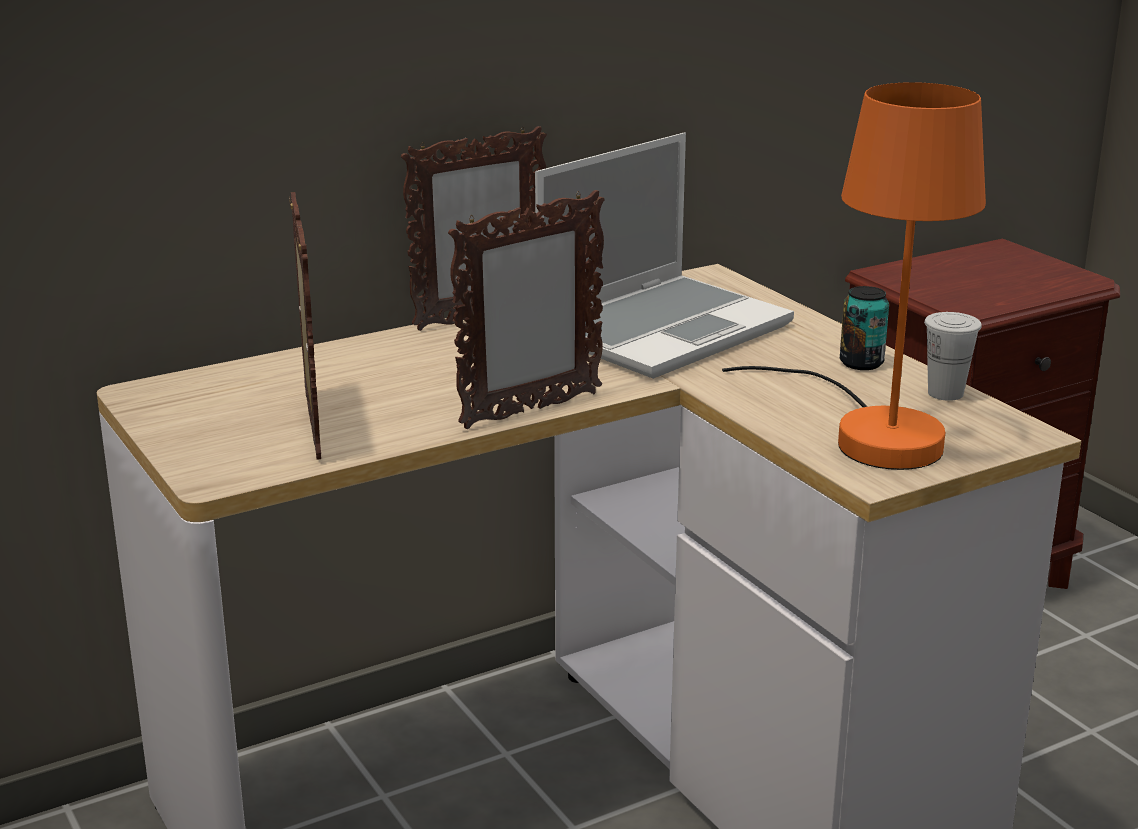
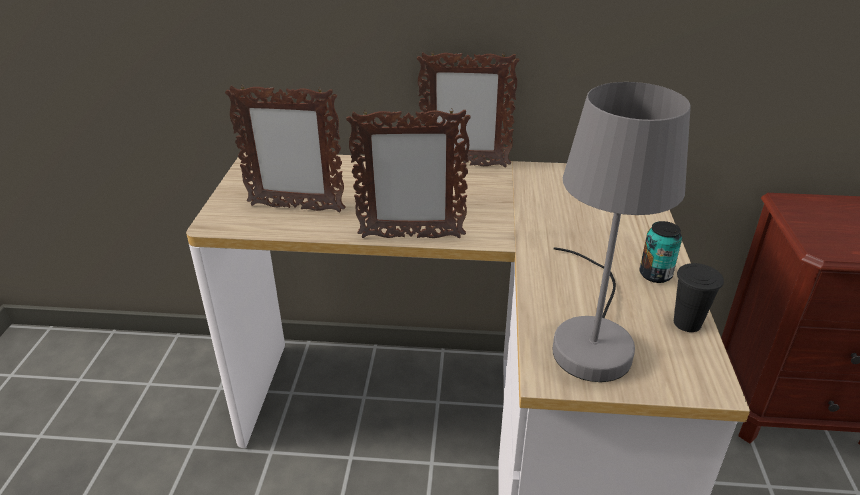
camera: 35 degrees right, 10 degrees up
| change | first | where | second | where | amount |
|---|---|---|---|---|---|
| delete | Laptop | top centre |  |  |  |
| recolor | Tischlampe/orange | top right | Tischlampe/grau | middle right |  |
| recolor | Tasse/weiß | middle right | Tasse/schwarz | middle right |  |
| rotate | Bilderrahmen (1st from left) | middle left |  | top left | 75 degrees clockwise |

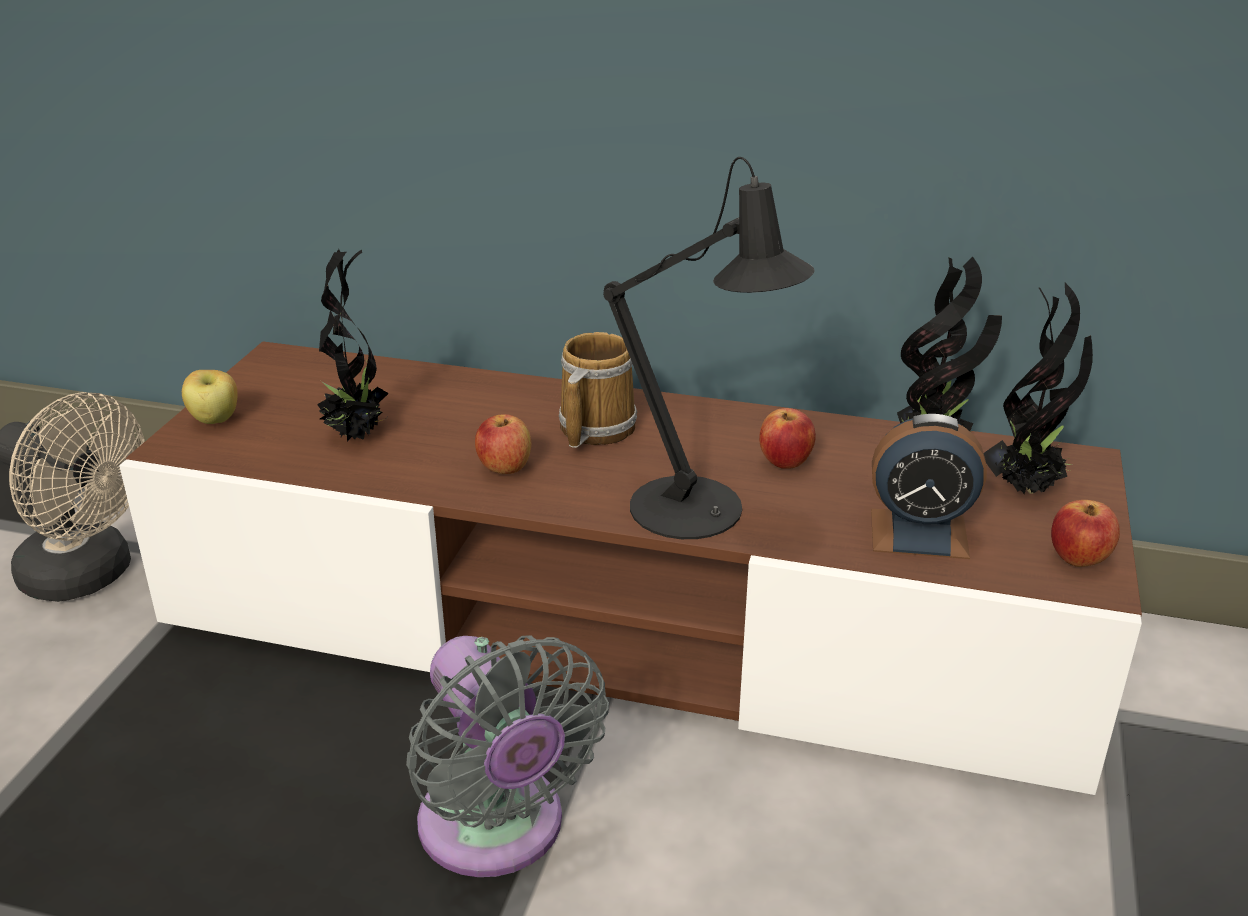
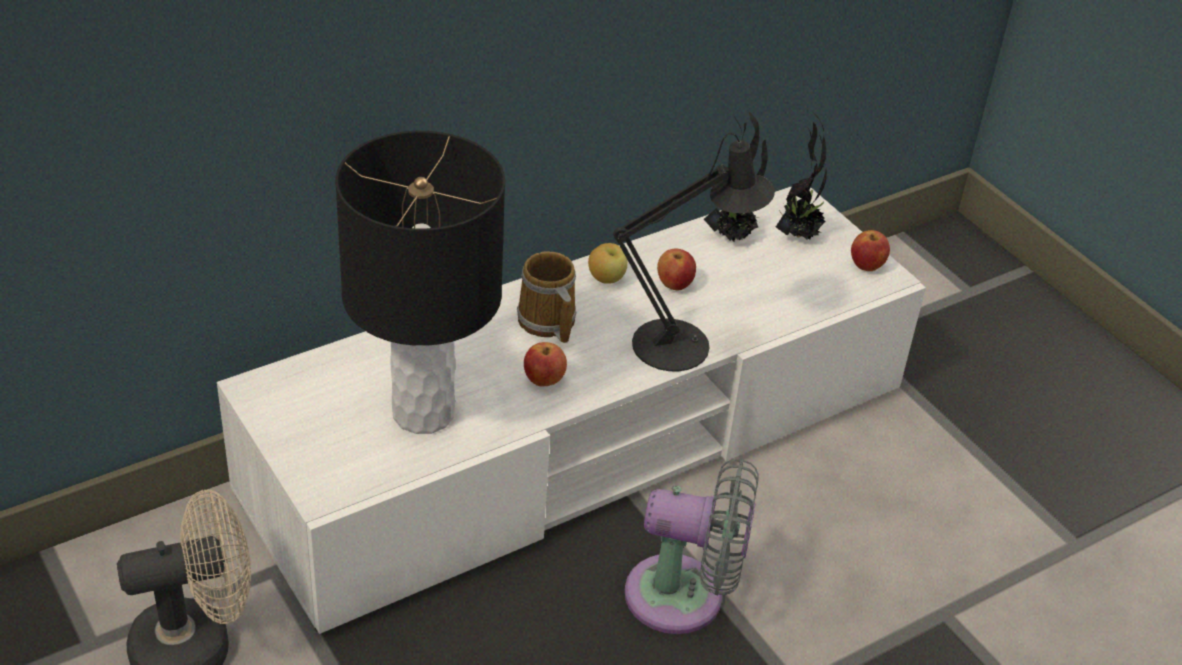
camera: 50 degrees left, 10 degrees up
| change | first | where | second | where | amount |
|---|---|---|---|---|---|
| delete | Wecker | middle right |  |  |  |
| move | Apfel (1st from left in the first image) | middle left | Apfel (2nd from left) | centre |  |
| replace | Topfpflanze (1st from left) | middle left | Tischlampe/schwarz (1st from left) | centre |  |
| recolor | Fernsehschrank/braun | centre | Fernsehschrank/weiß | centre |  |

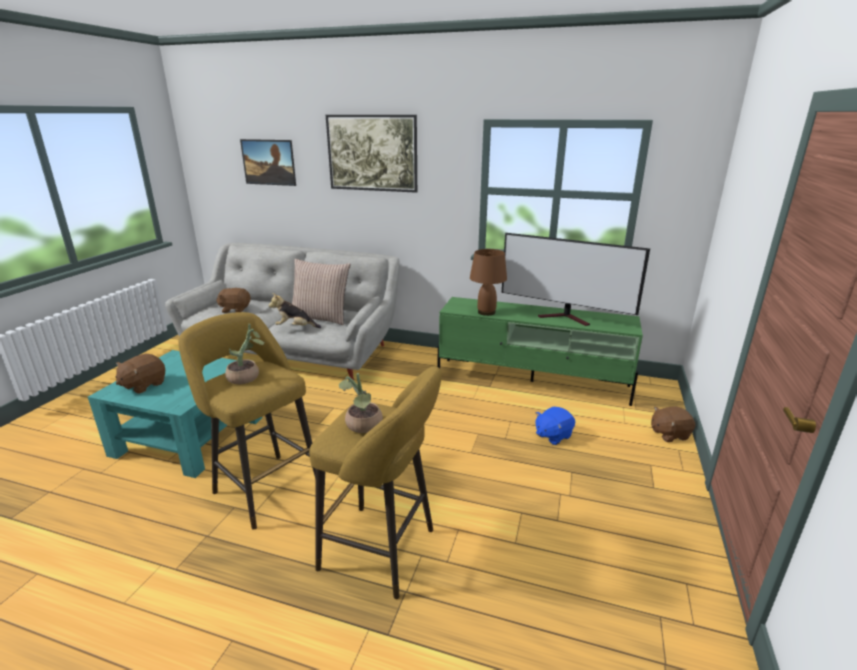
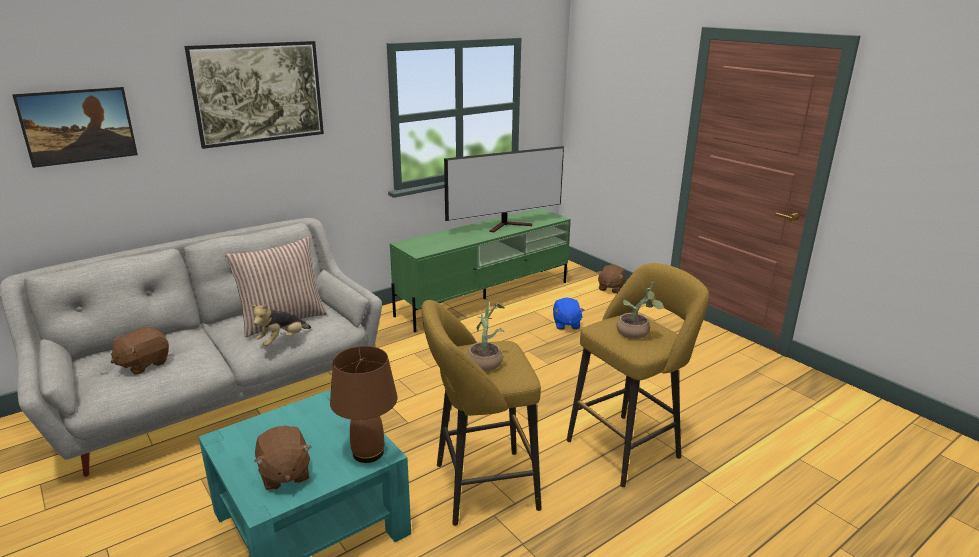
camera: 55 degrees left, 0 degrees up
| change | first | where | second | where | amount |
|---|---|---|---|---|---|
| move | Tischlampe/braun | centre |  | bottom centre |  |

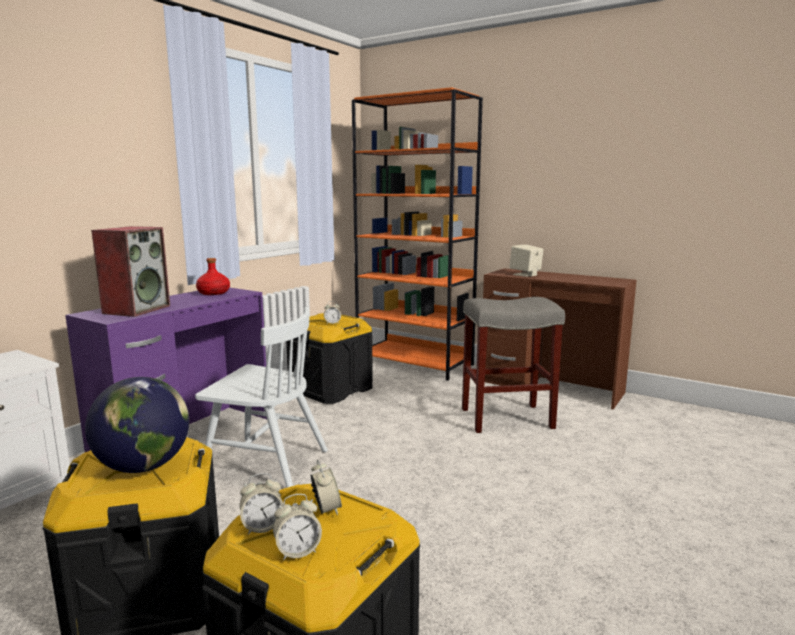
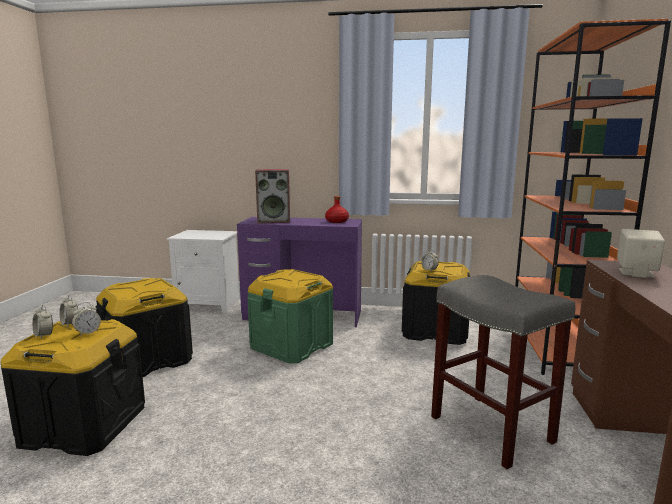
camera: 65 degrees right, 0 degrees up
| change | first | where | second | where | amount |
|---|---|---|---|---|---|
| delete | Globus | bottom left |  |  |  |
| replace | Stuhl/weiß | middle left | Aufbewahrungsbox/grün | centre |  |

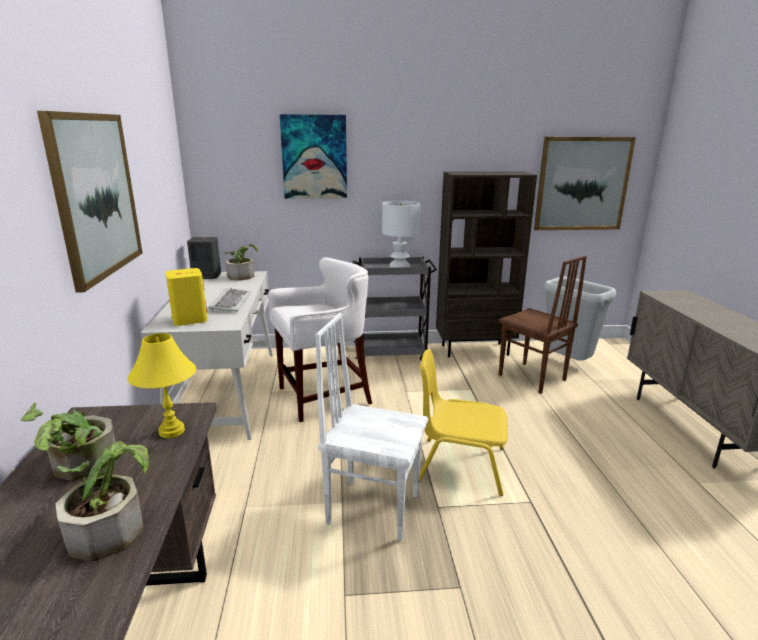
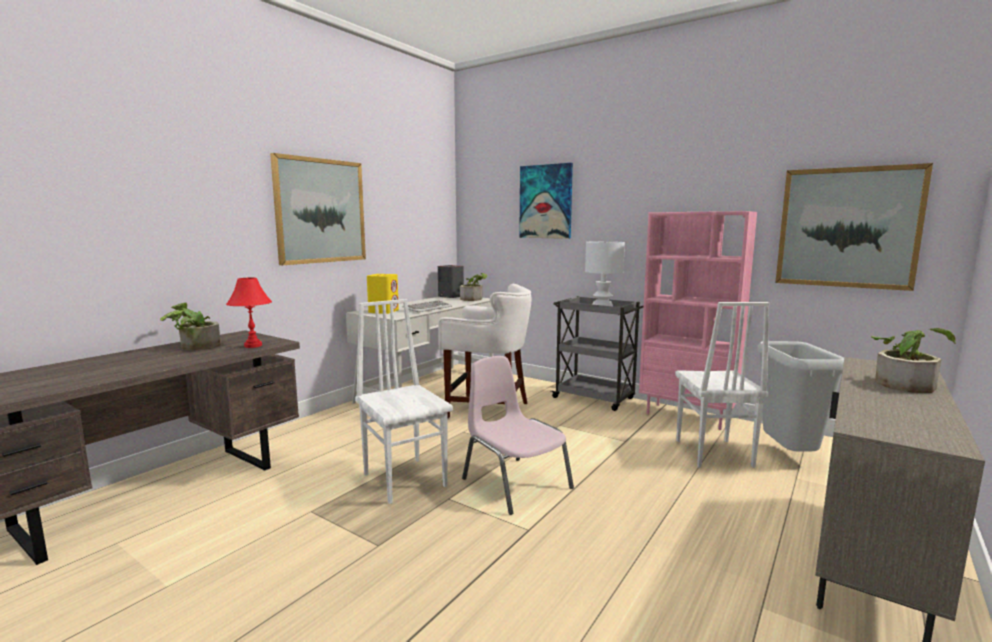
camera: 40 degrees right, 10 degrees down
| change | first | where | second | where | amount |
|---|---|---|---|---|---|
| move | Topfpflanze (2nd from left in the first image) | bottom left | Topfpflanze (3rd from left) | middle right |  |
| recolor | Tischlampe/gelb | middle left | Tischlampe/rot | middle left |  |
| recolor | Stuhl/gelb | centre | Stuhl/rosa | bottom centre |  |
| recolor | Bücherregal/braun | centre | Bücherregal/rosa | middle right |  |
| recolor | Stuhl/braun | middle right | Stuhl/weiß (2nd from left) | middle right |  |

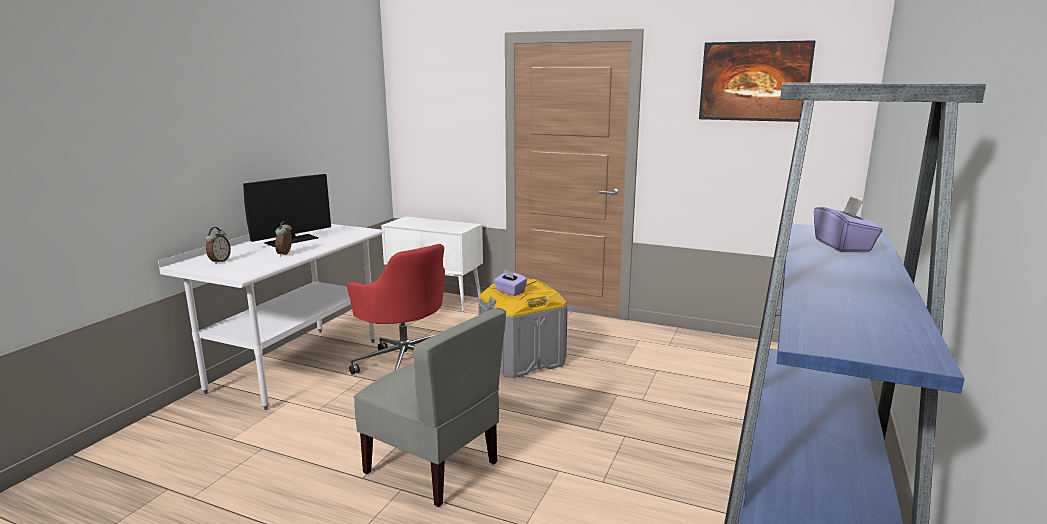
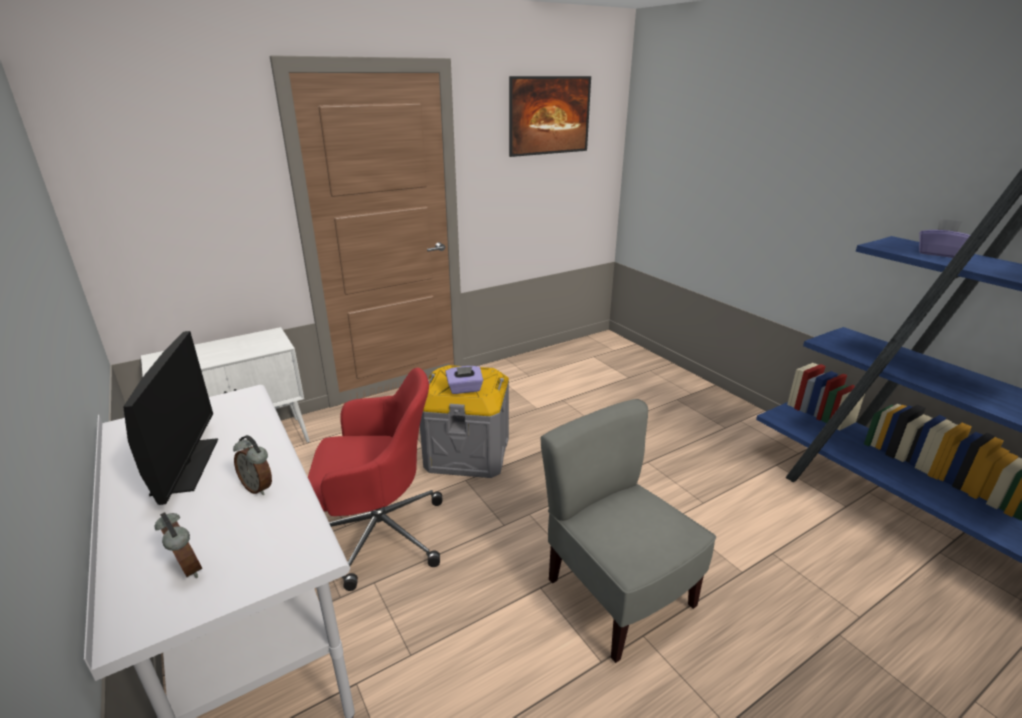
camera: 55 degrees left, 10 degrees up
| change | first | where | second | where | amount |
|---|---|---|---|---|---|
| rotate | Stuhl/grau | bottom centre |  | bottom centre | 105 degrees counterclockwise |

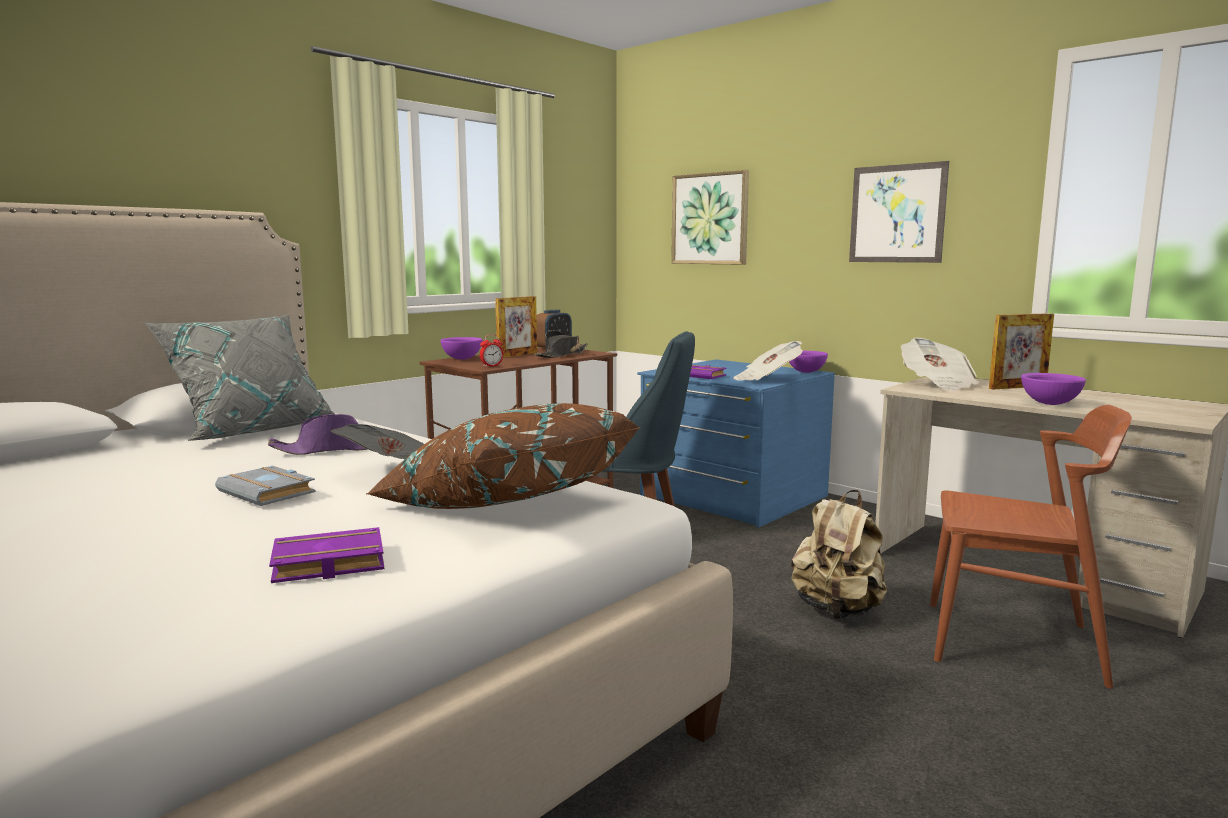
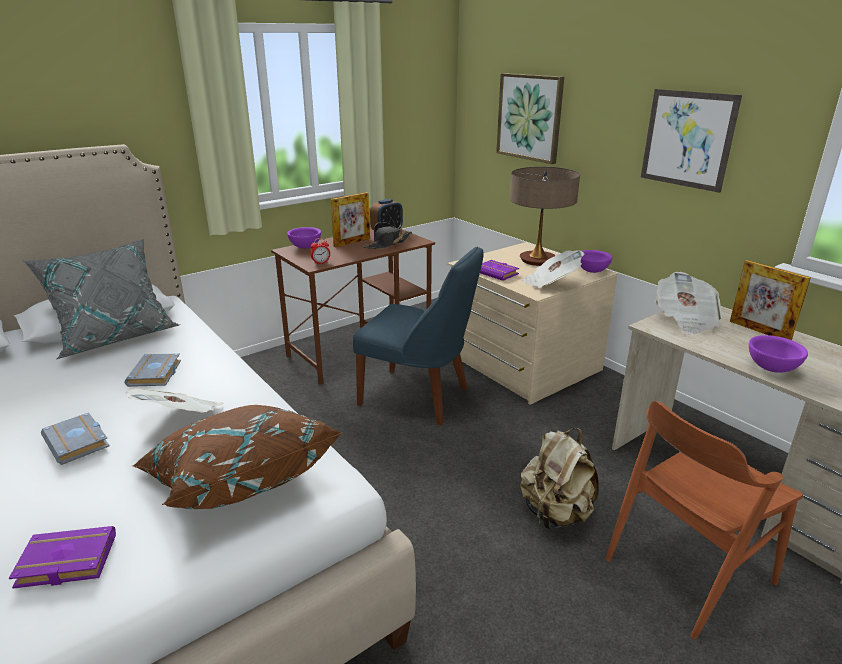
camera: 10 degrees right, 15 degrees up
| change | first | where | second | where | amount |
|---|---|---|---|---|---|
| insert |  |  | Tischlampe | top centre |  |
| replace | Hut/lila | middle left | Buch/grau (2nd from left) | middle left |  |
| recolor | Kommode/blau | centre | Kommode/beige | centre |  |
| rotate | Stuhl/braun | bottom right |  | bottom right | 120 degrees clockwise |
| rotate | Bilderrahmen (2nd from left) | middle right |  | middle right | 60 degrees clockwise |

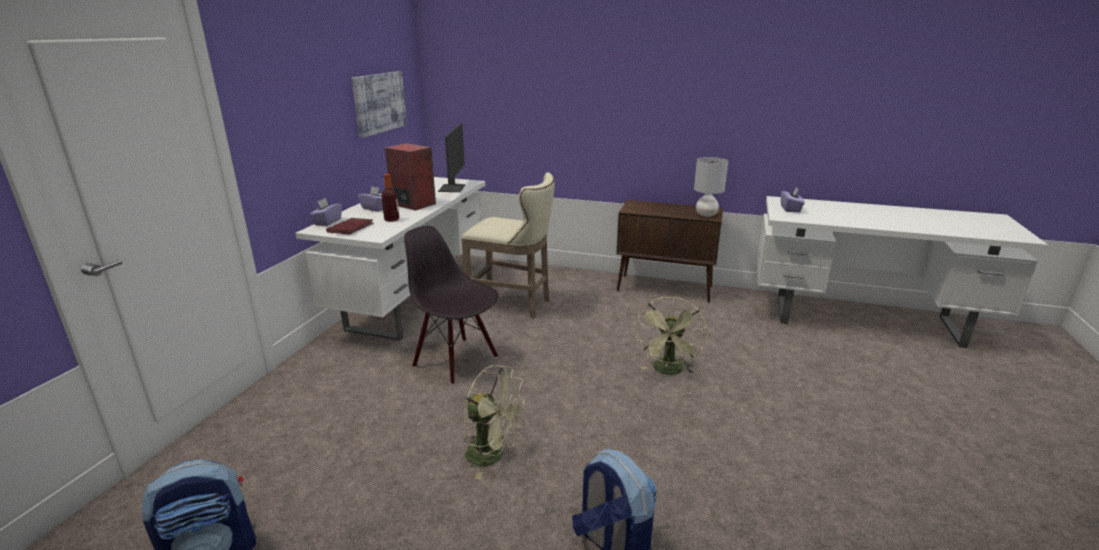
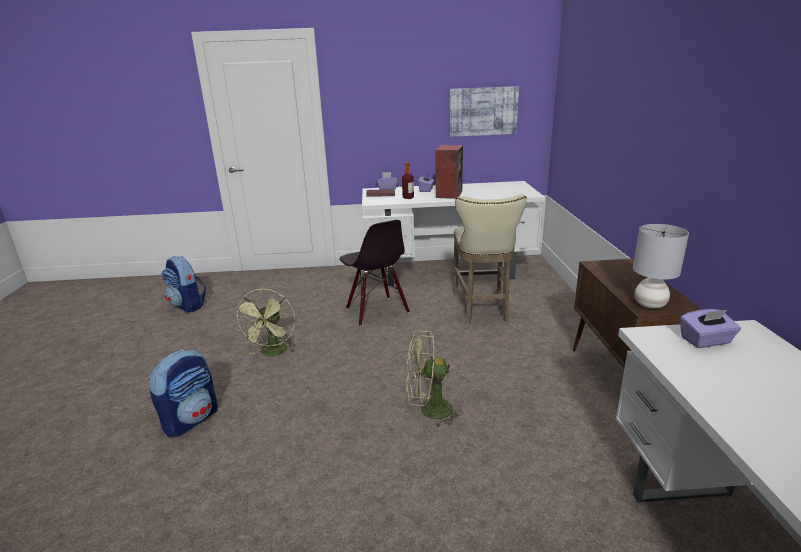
camera: 70 degrees right, 0 degrees up
| change | first | where | second | where | amount |
|---|---|---|---|---|---|
| delete | Monitor | top centre |  |  |  |
| rotate | Stuhl/schwarz | centre |  | centre | 135 degrees clockwise |

